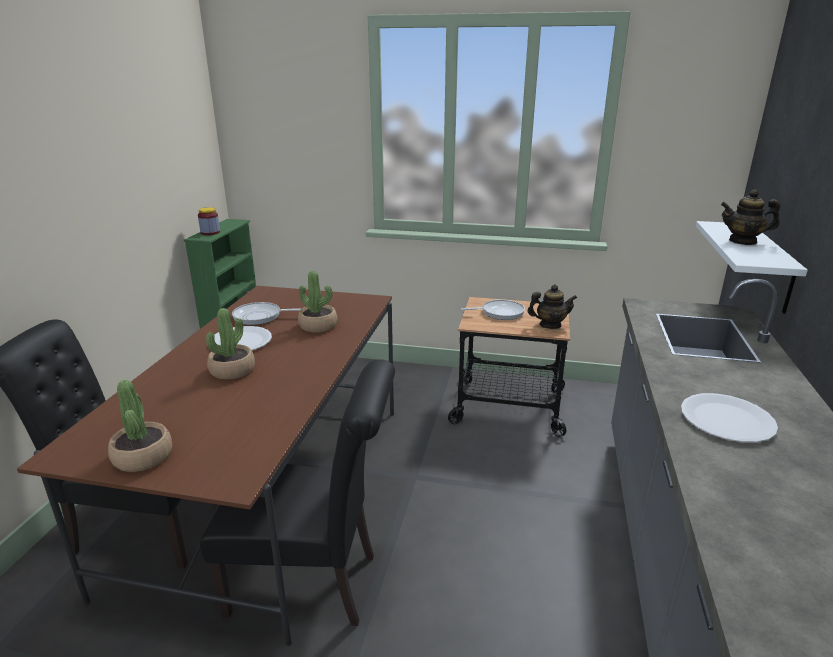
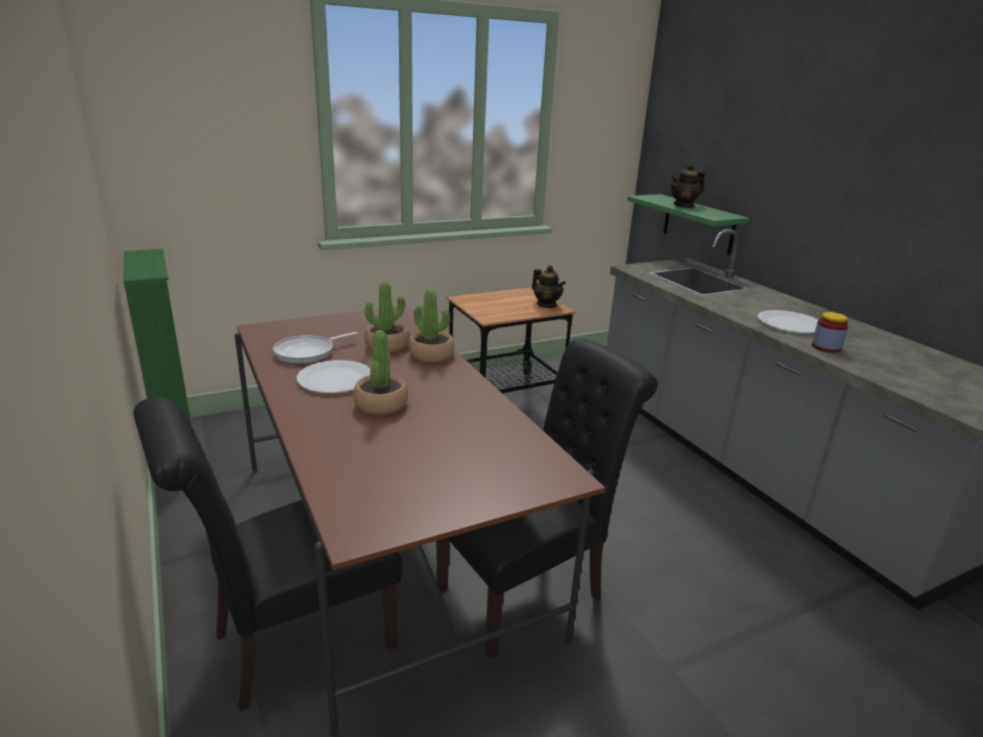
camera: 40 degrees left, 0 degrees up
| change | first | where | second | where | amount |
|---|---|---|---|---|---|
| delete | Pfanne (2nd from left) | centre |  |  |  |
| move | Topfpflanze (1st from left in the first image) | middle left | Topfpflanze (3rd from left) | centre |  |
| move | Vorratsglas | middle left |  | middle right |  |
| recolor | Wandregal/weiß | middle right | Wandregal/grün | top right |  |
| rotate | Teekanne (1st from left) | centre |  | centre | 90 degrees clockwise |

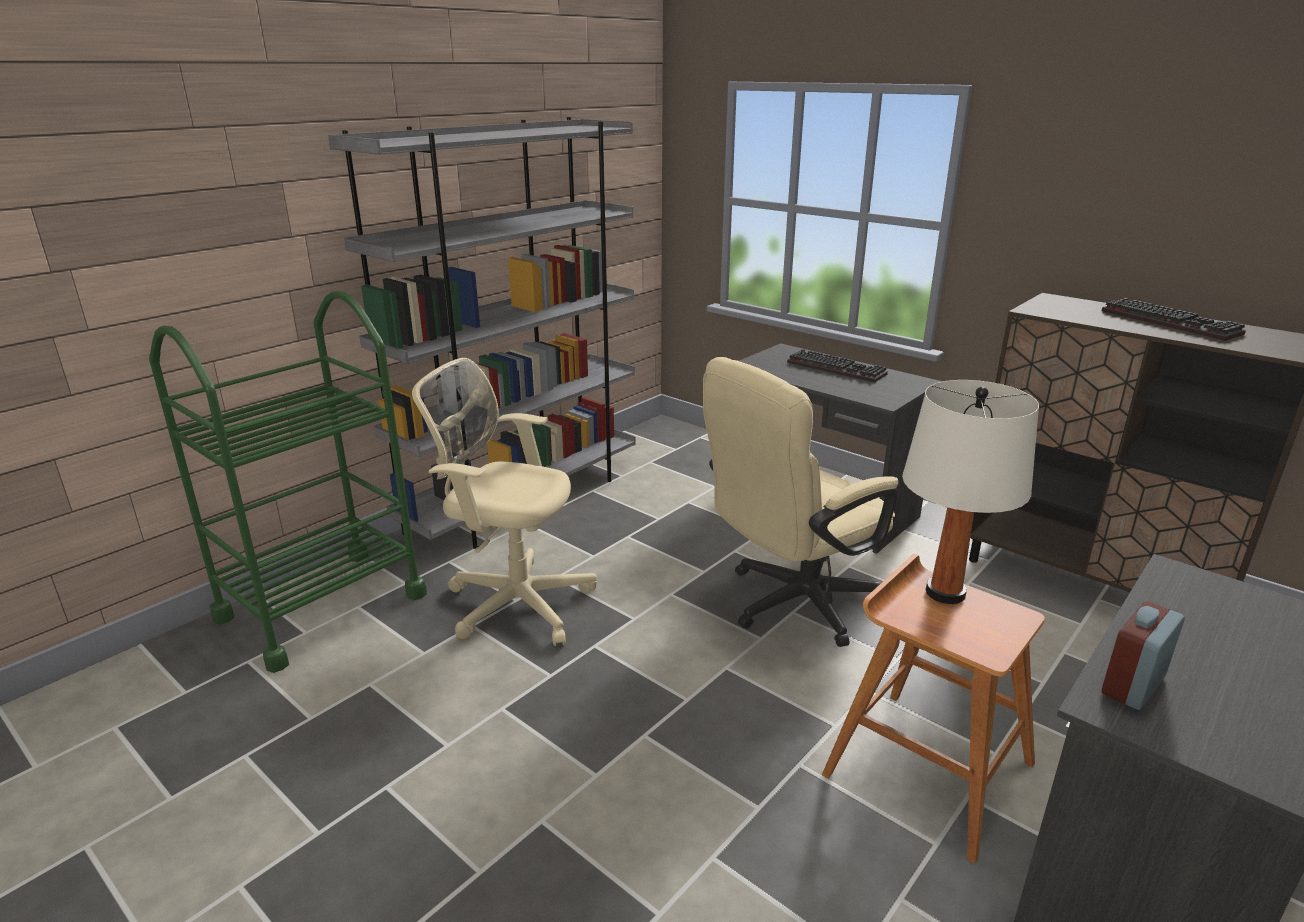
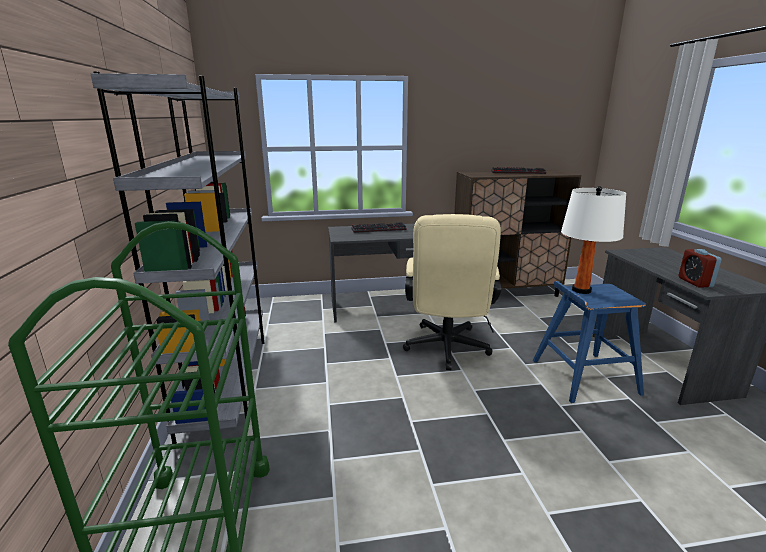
camera: 50 degrees left, 5 degrees down
| change | first | where | second | where | amount |
|---|---|---|---|---|---|
| delete | Bürostuhl/beige (1st from left) | centre |  |  |  |
| recolor | Hocker/braun | bottom right | Hocker/blau | middle right |  |

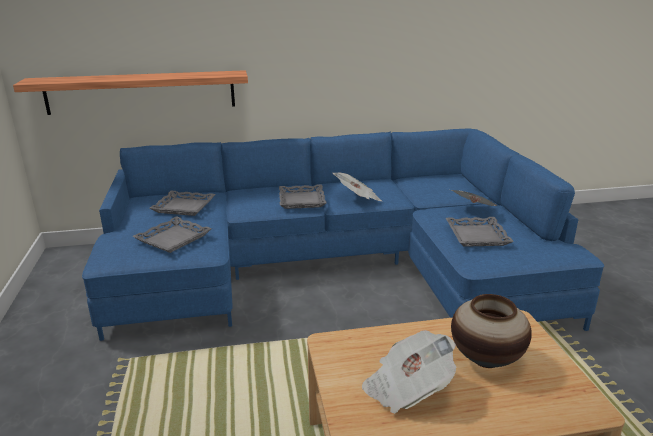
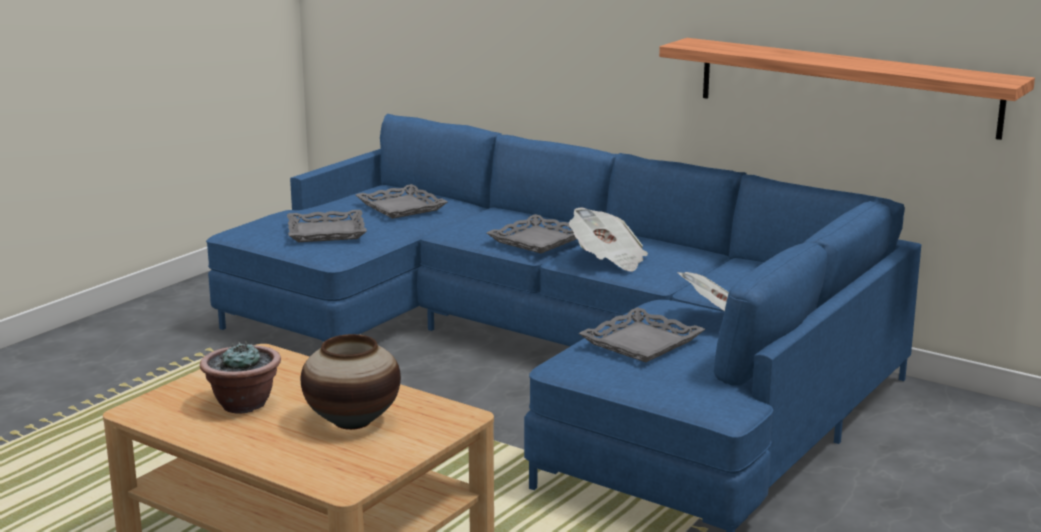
camera: 45 degrees right, 5 degrees down
| change | first | where | second | where | amount |
|---|---|---|---|---|---|
| move | Wandregal | top left |  | top right |  |
| replace | Zeitung (2nd from left) | bottom centre | Topfpflanze | bottom left |  |

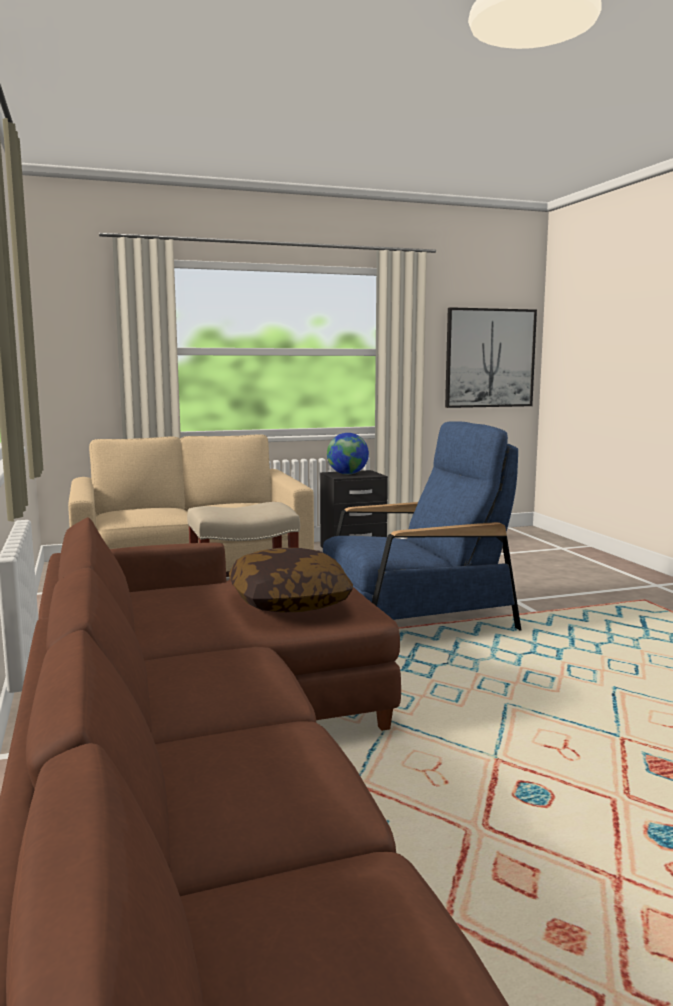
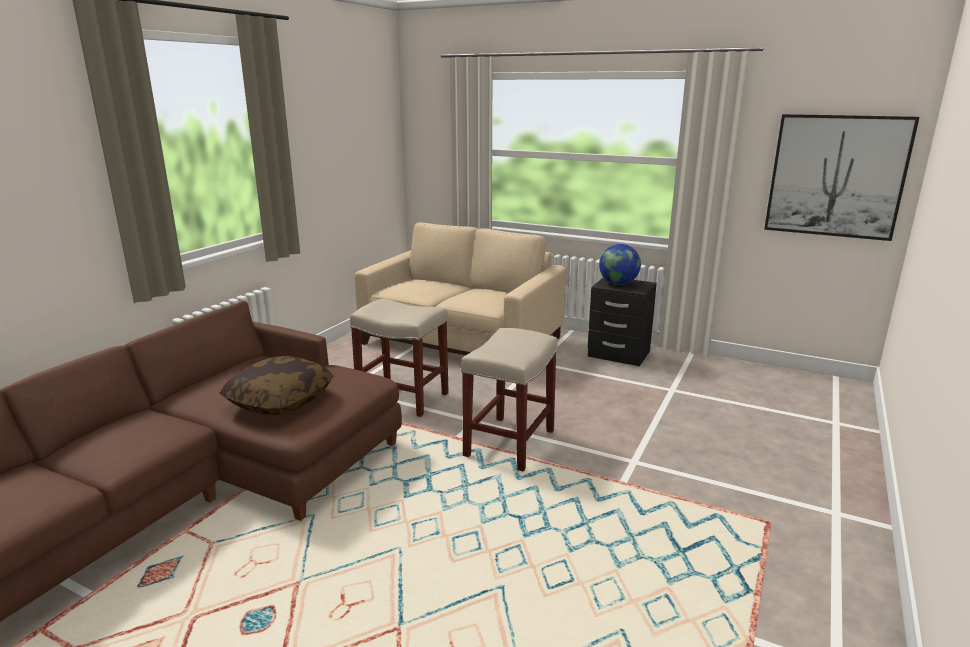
camera: 45 degrees right, 10 degrees up
| change | first | where | second | where | amount |
|---|---|---|---|---|---|
| replace | Sessel/blau | centre | Hocker/beige (2nd from left) | centre |  |

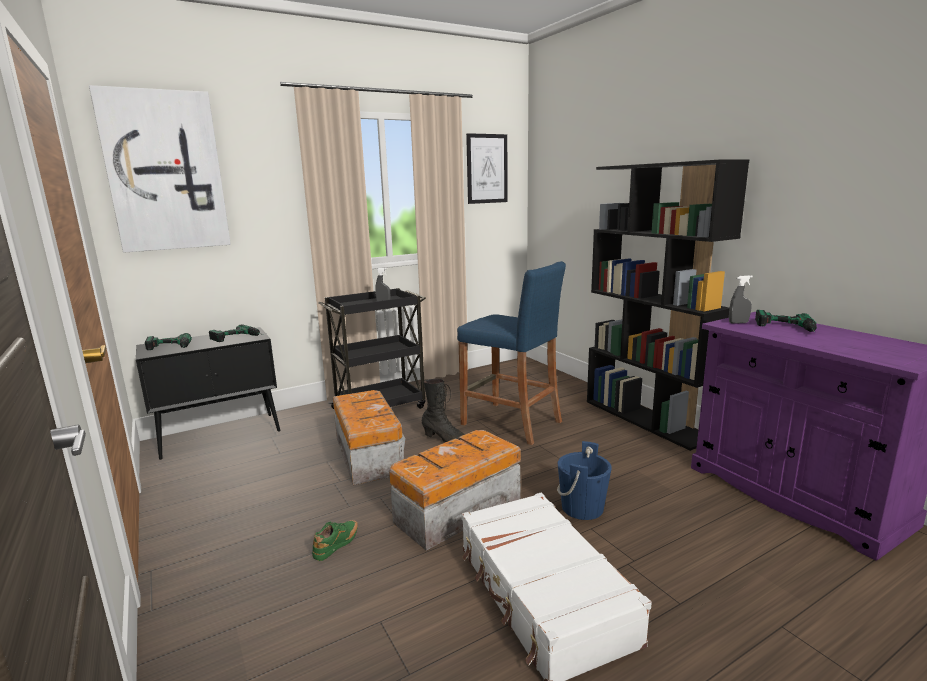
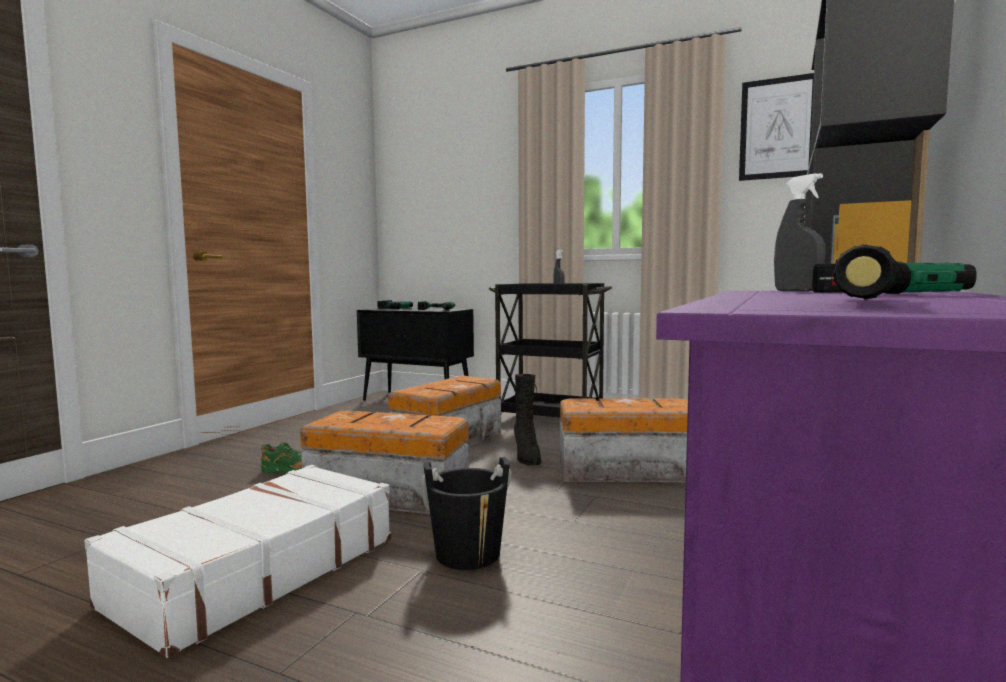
camera: 55 degrees right, 10 degrees down
| change | first | where | second | where | amount |
|---|---|---|---|---|---|
| delete | Bild (1st from left) | top left |  |  |  |
| insert |  |  | Taschenlampe/schwarz | middle right |  |
| replace | Hocker/blau | centre | Aufbewahrungsbox (3rd from left) | centre |  |
| recolor | Eimer/blau | bottom centre | Eimer/schwarz | bottom centre |  |

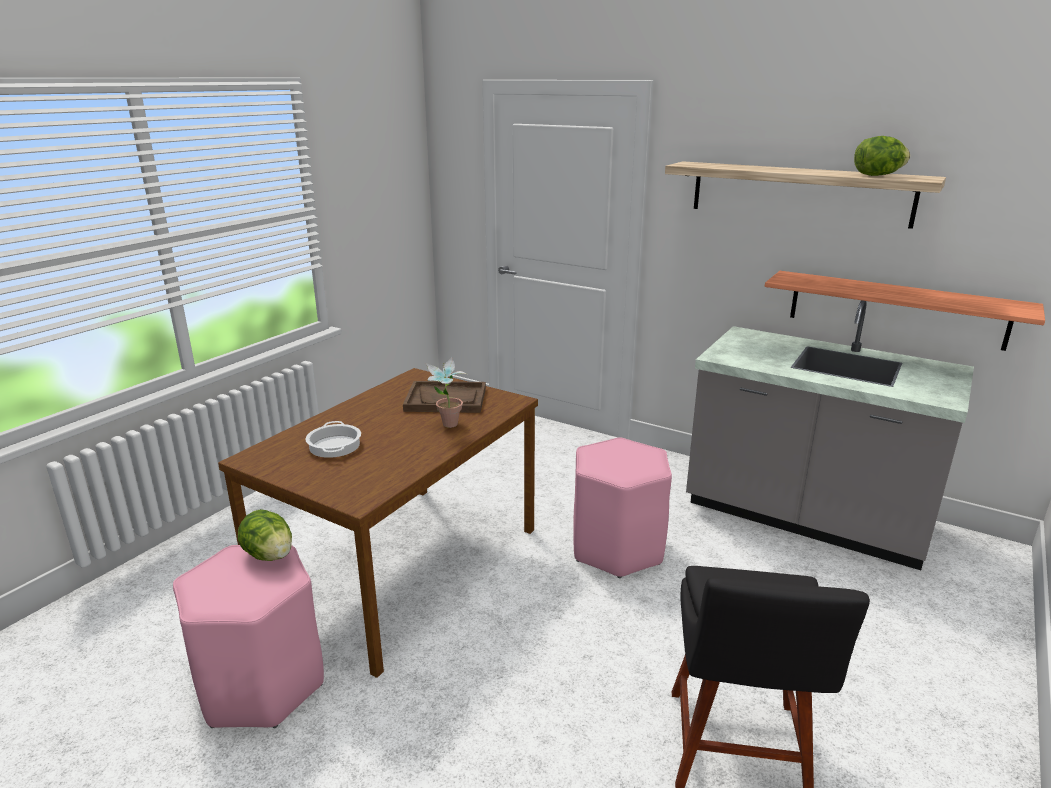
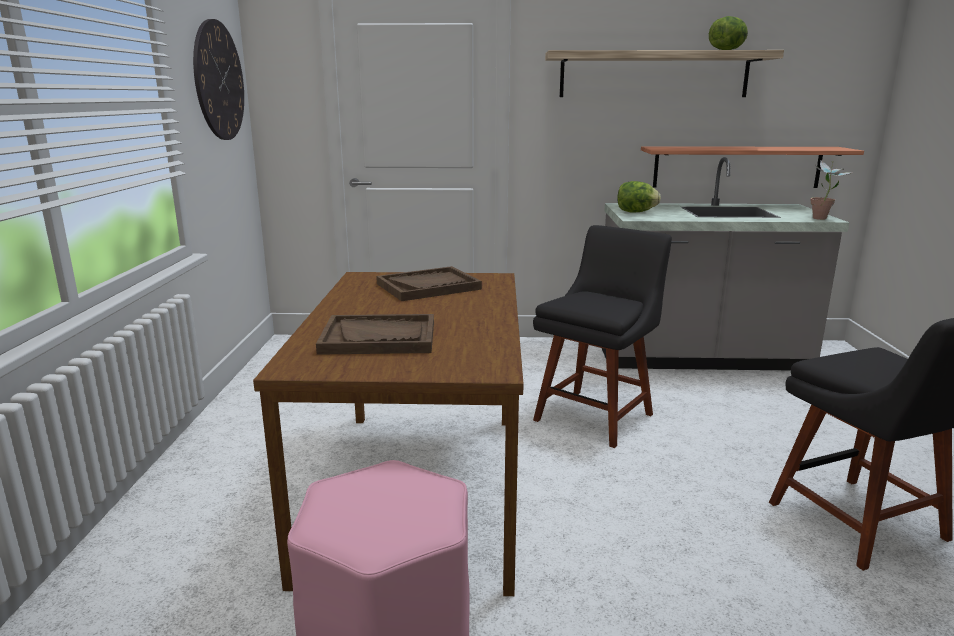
camera: 30 degrees left, 5 degrees down
| change | first | where | second | where | amount |
|---|---|---|---|---|---|
| insert |  |  | Wanduhr | top left |  |
| move | Salatkopf (1st from left) | bottom left |  | top right |  |
| move | Topfpflanze | centre |  | top right |  |
| replace | Kochtopf | middle left | Tablett/braun (1st from left) | centre |  |
| replace | Hocker/rosa (2nd from left) | centre | Stuhl/schwarz (1st from left) | centre |  |

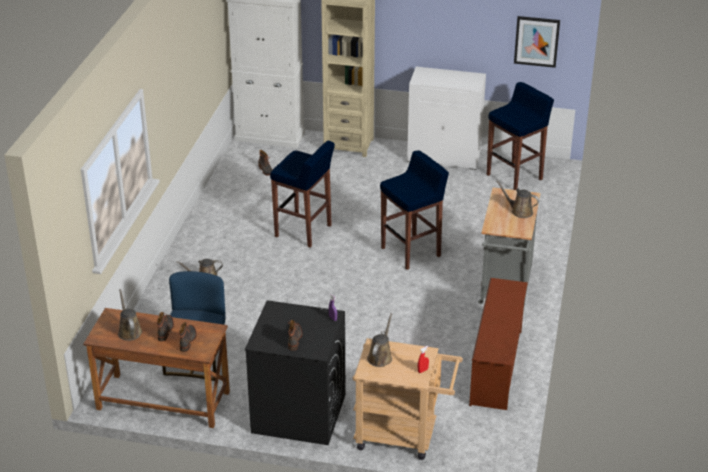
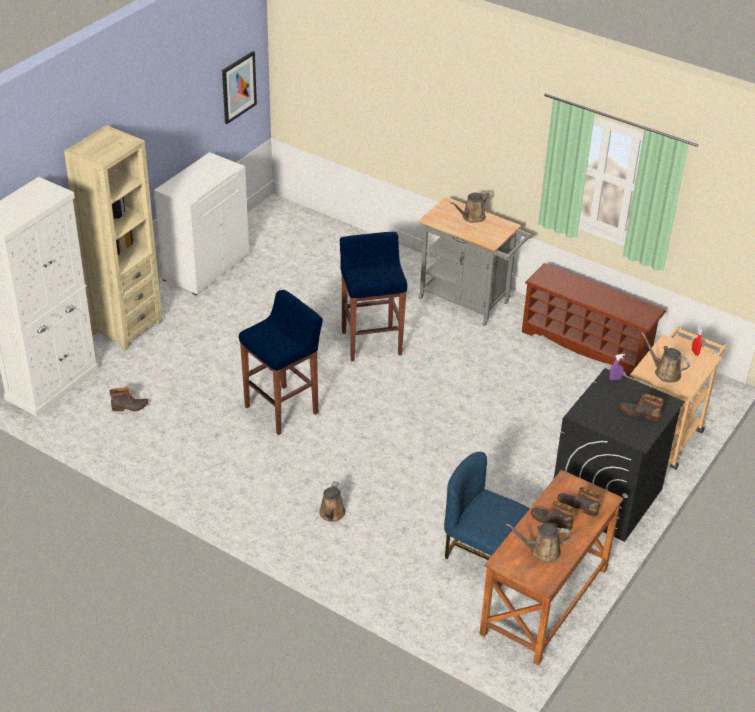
camera: 70 degrees left, 5 degrees up
| change | first | where | second | where | amount |
|---|---|---|---|---|---|
| delete | Hocker/blau (3rd from left) | top right |  |  |  |

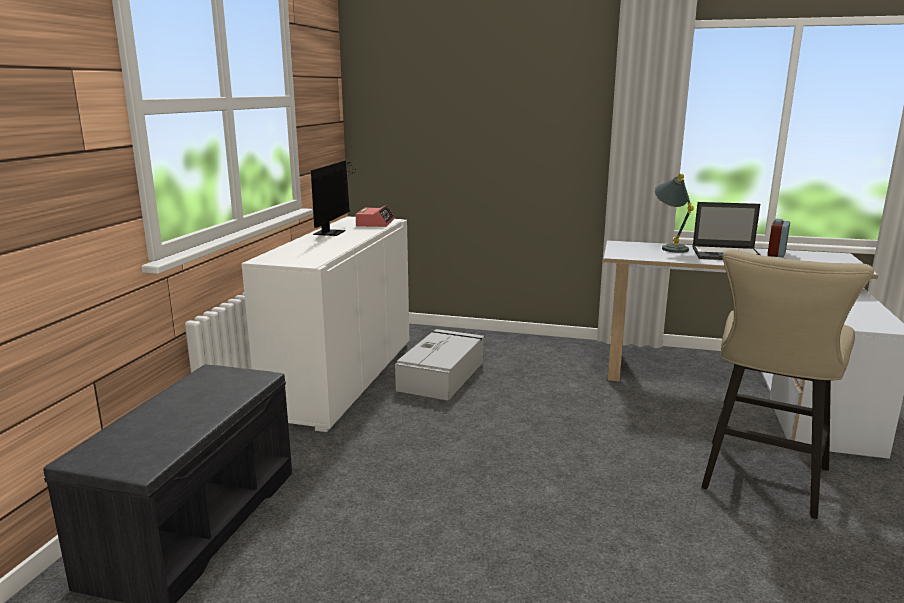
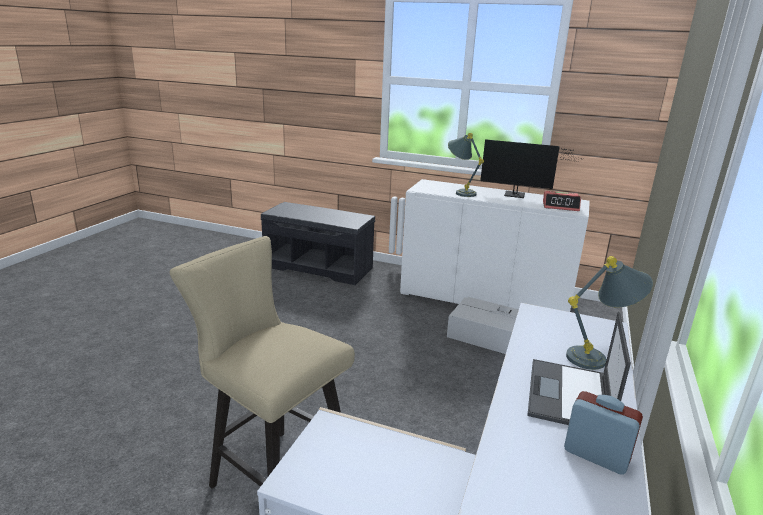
camera: 95 degrees right, 5 degrees up
| change | first | where | second | where | amount |
|---|---|---|---|---|---|
| insert |  |  | Tischlampe/grau (1st from left) | top centre |  |

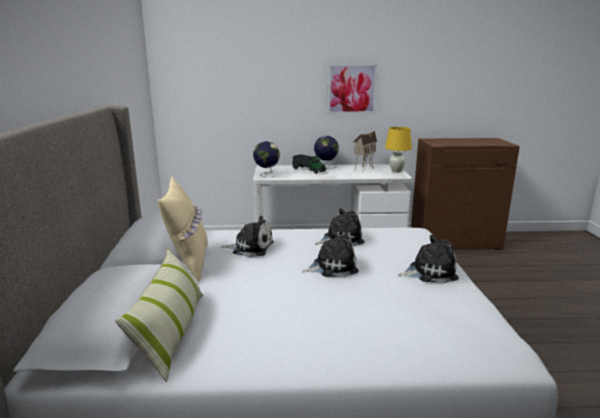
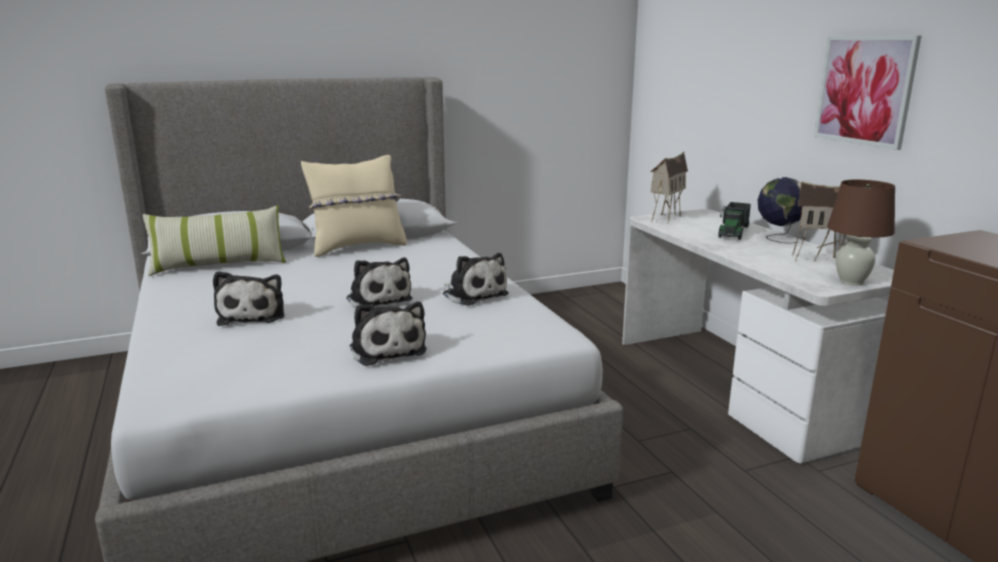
camera: 70 degrees right, 0 degrees up
| change | first | where | second | where | amount |
|---|---|---|---|---|---|
| move | Plüschtier (1st from left) | centre |  | middle left |  |
| replace | Globus (1st from left) | centre | Spielzeughaus (1st from left) | middle right |  |
| recolor | Tischlampe/gelb | centre | Tischlampe/braun | middle right |  |

